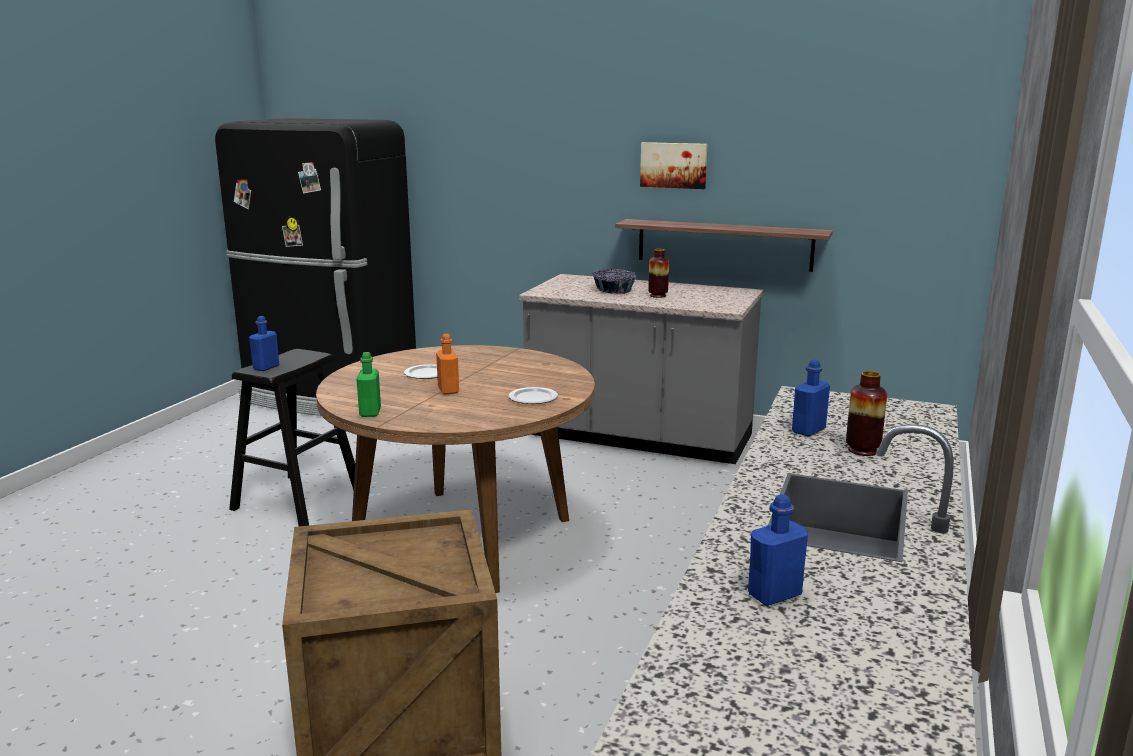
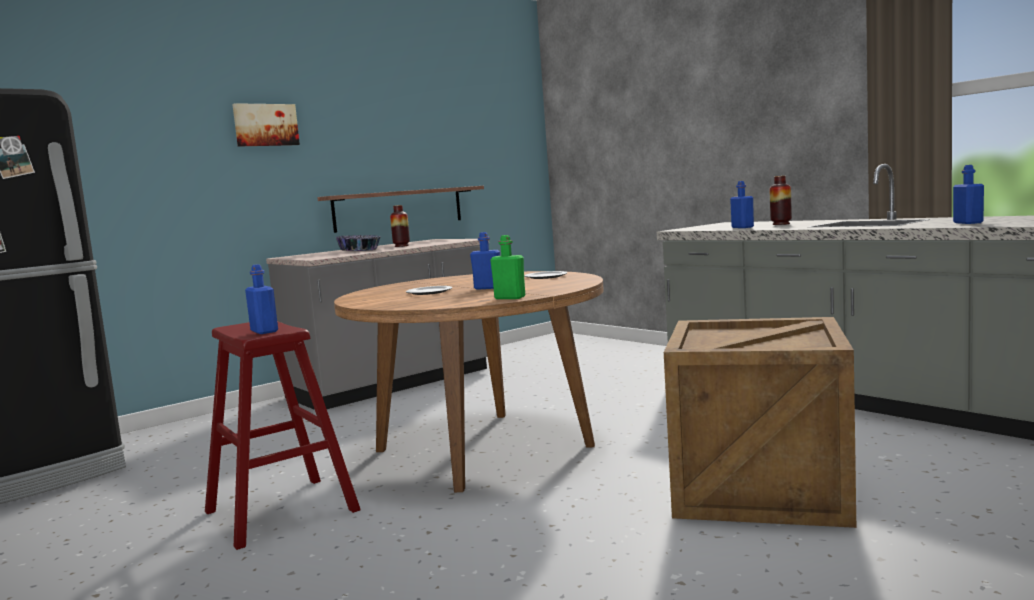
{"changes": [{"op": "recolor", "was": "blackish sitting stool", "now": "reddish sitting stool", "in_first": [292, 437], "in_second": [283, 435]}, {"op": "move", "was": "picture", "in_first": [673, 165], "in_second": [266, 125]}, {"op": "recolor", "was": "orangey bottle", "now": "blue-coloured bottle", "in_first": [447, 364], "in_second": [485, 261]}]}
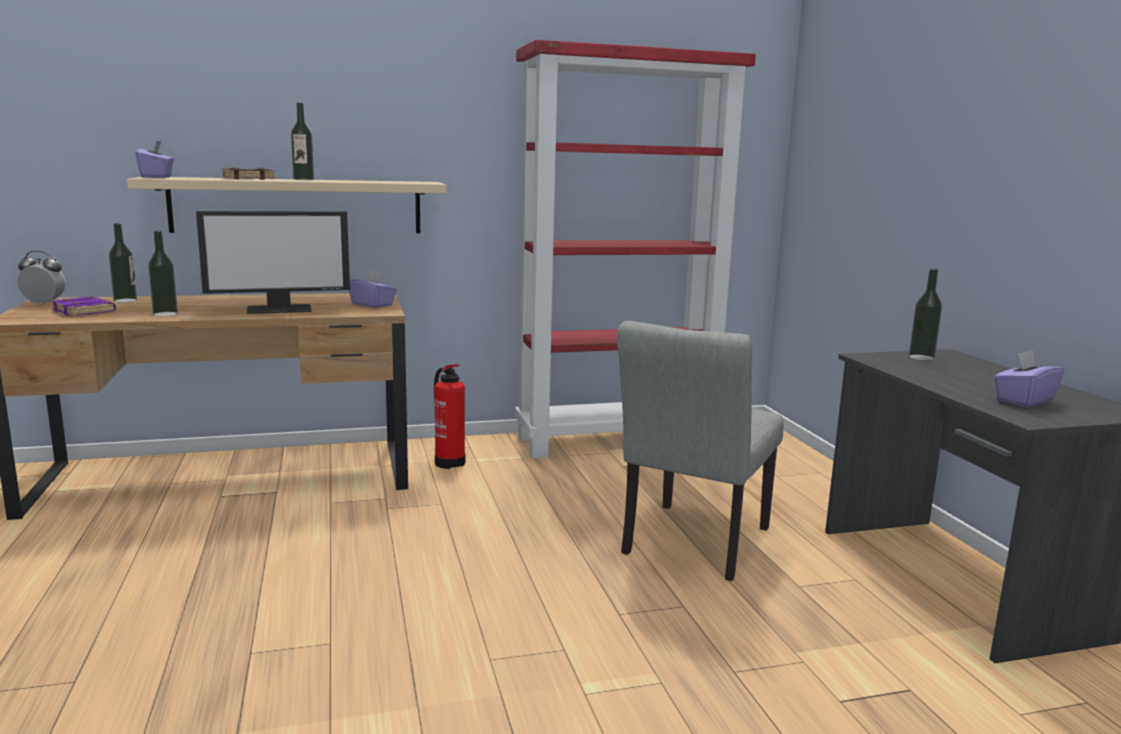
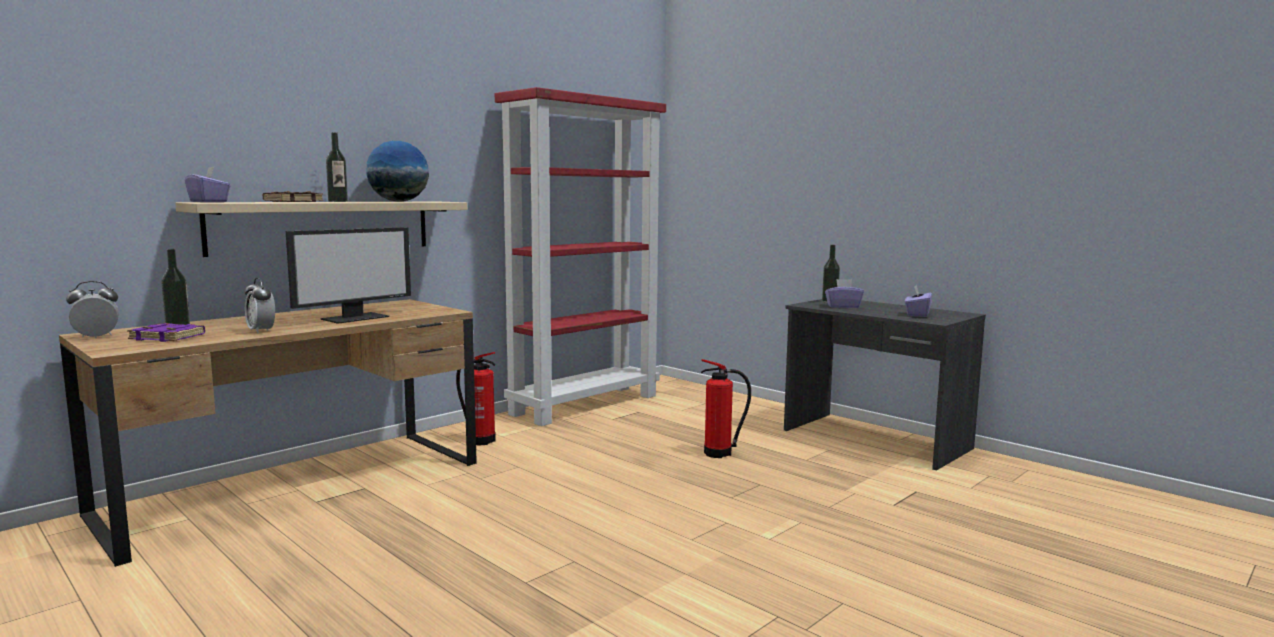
{"changes": [{"op": "replace", "was": "bottle", "now": "bedside clock", "in_first": [163, 273], "in_second": [260, 305]}, {"op": "insert", "now": "desk globe", "in_second": [397, 171]}, {"op": "replace", "was": "grey upright chair", "now": "fire extinguisher", "in_first": [700, 451], "in_second": [726, 408]}, {"op": "move", "was": "purplish box of tissues", "in_first": [373, 288], "in_second": [844, 293]}]}
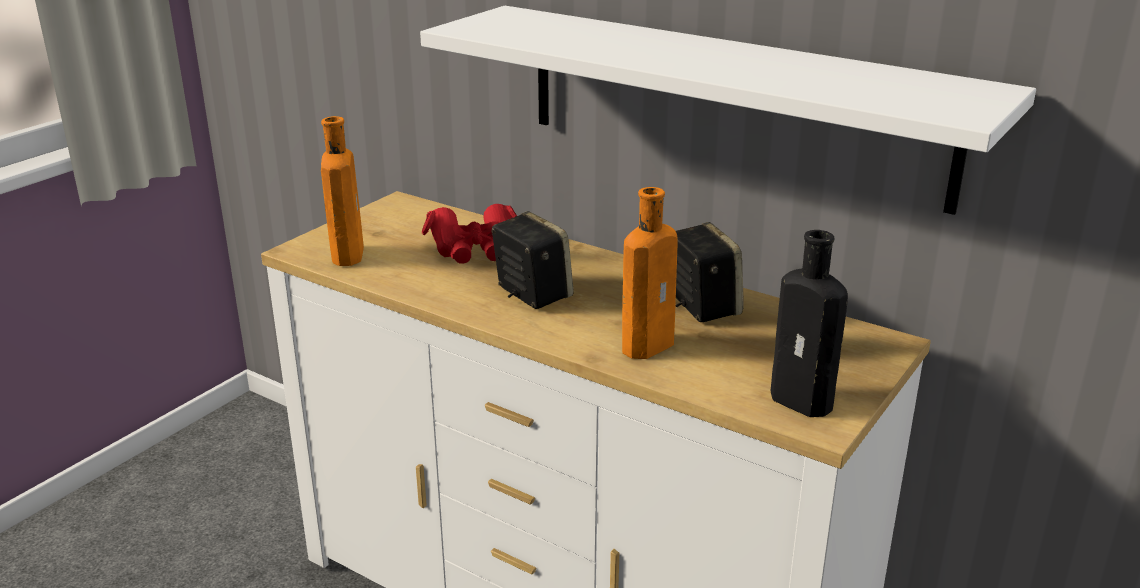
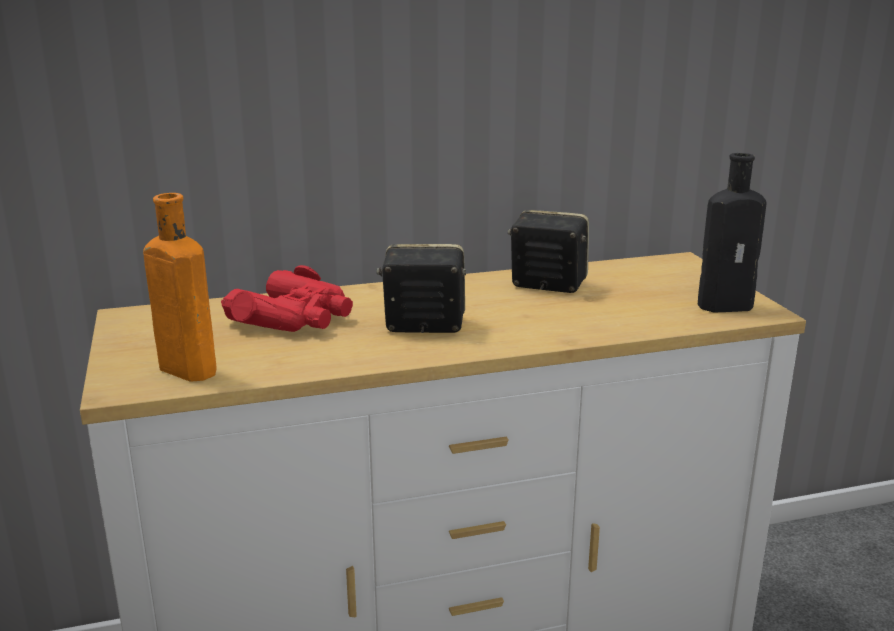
{"changes": [{"op": "delete", "was": "white-coloured shelf", "in_first": [728, 110]}, {"op": "delete", "was": "orangey bottle", "in_first": [650, 273]}]}
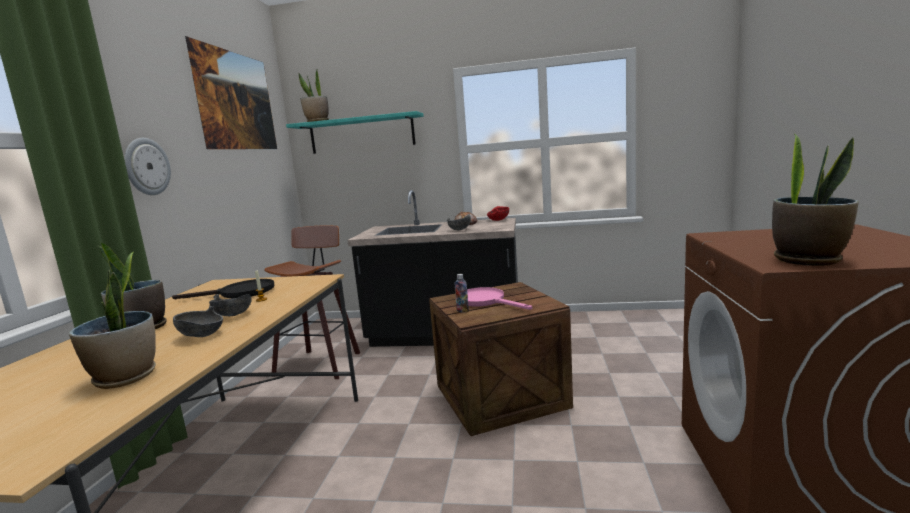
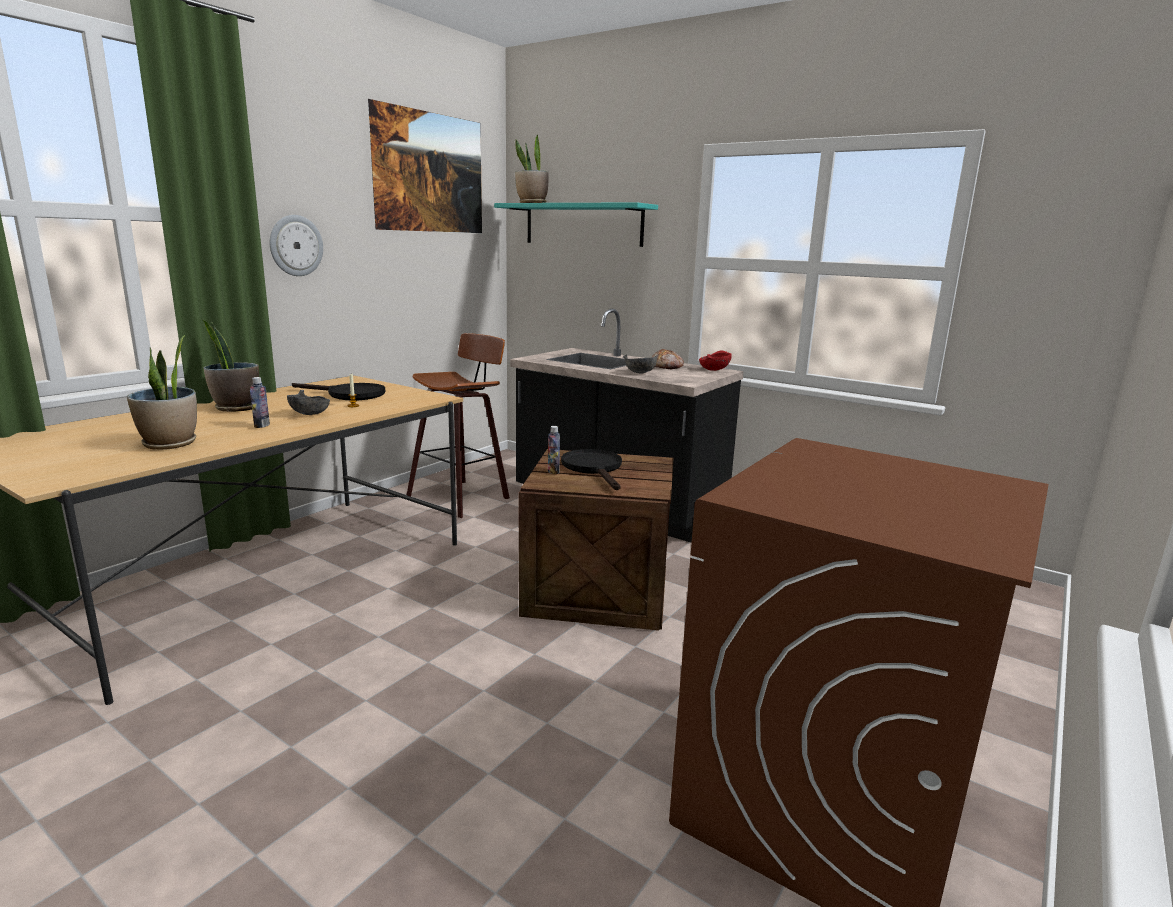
{"changes": [{"op": "replace", "was": "grey serving bowl", "now": "bottle", "in_first": [198, 321], "in_second": [260, 402]}, {"op": "recolor", "was": "pink skillet", "now": "blackish skillet", "in_first": [499, 298], "in_second": [591, 469]}, {"op": "delete", "was": "potted plant", "in_first": [815, 199]}]}
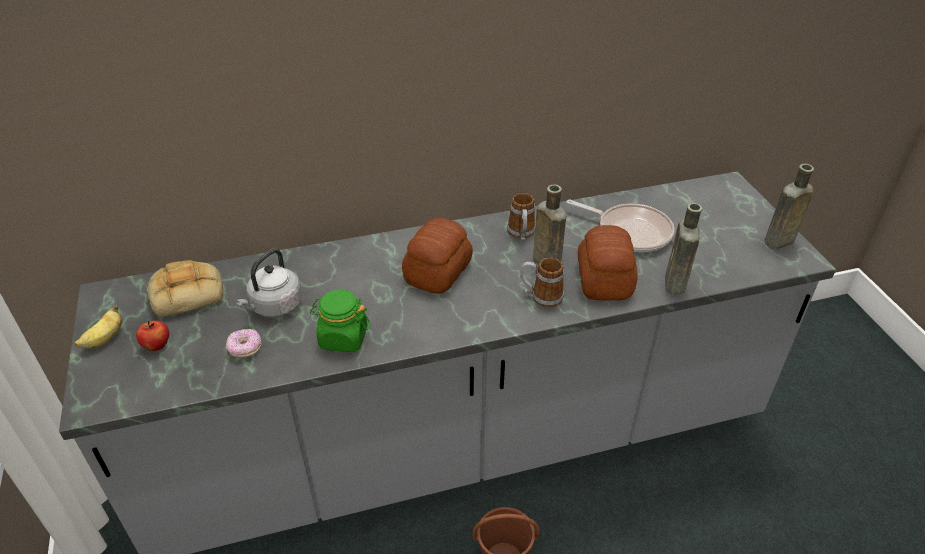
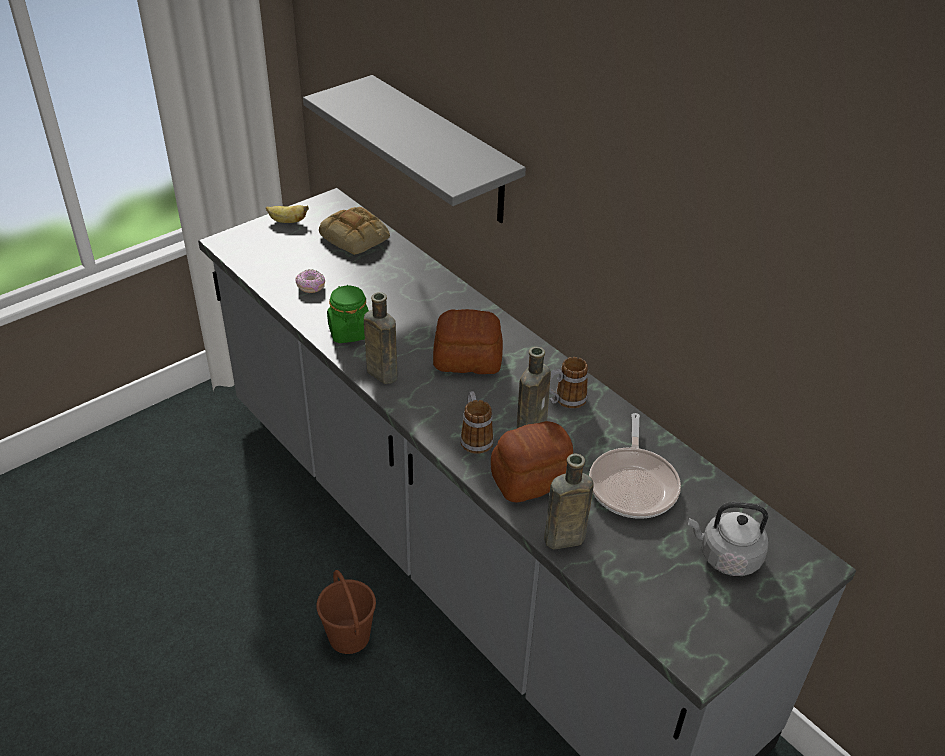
{"changes": [{"op": "insert", "now": "grey shelf", "in_second": [414, 149]}, {"op": "move", "was": "brown bottle", "in_first": [789, 206], "in_second": [381, 338]}, {"op": "move", "was": "grey tea kettle", "in_first": [269, 283], "in_second": [728, 539]}, {"op": "delete", "was": "apple fruit", "in_first": [152, 336]}]}
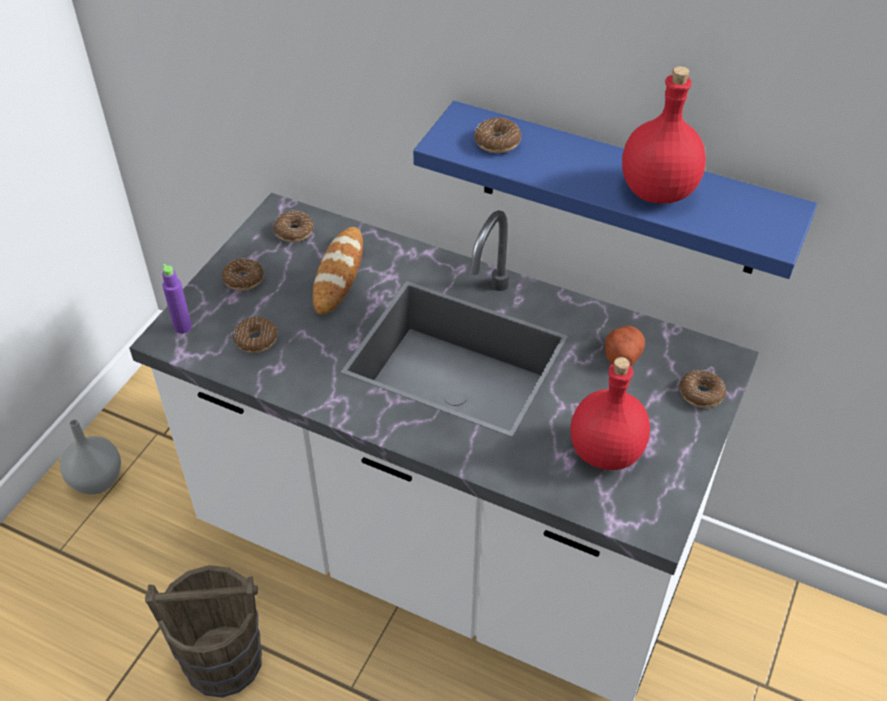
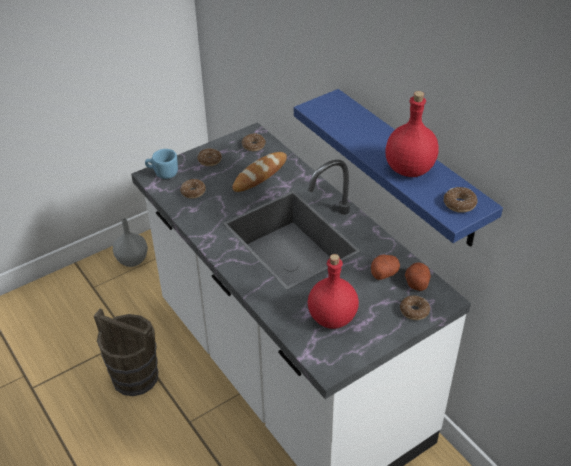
{"changes": [{"op": "replace", "was": "purplish bottle", "now": "blue-coloured tea mug", "in_first": [177, 299], "in_second": [161, 164]}, {"op": "insert", "now": "whole potato", "in_second": [418, 276]}, {"op": "move", "was": "doughnut", "in_first": [497, 135], "in_second": [461, 200]}]}
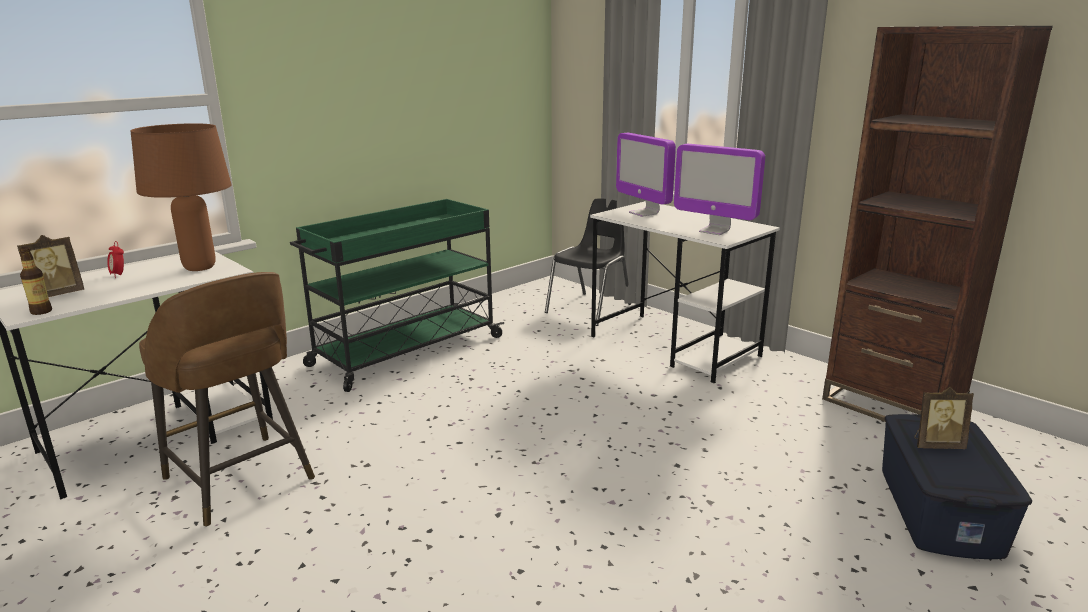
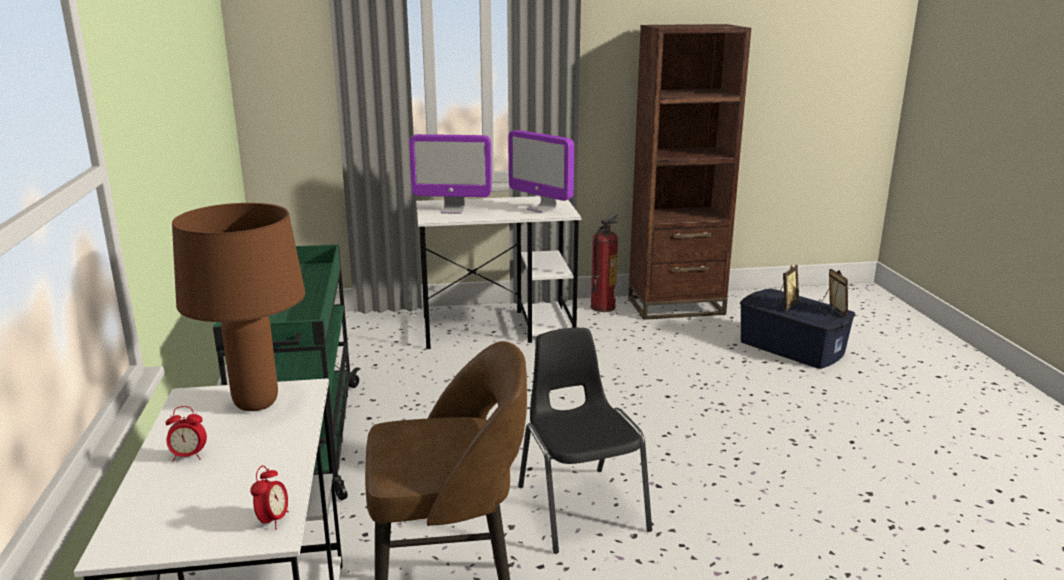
{"changes": [{"op": "replace", "was": "bottle", "now": "bedside clock", "in_first": [35, 281], "in_second": [269, 498]}, {"op": "rotate", "was": "monitor", "in_first": [719, 189], "in_second": [541, 171], "clockwise": 60}, {"op": "move", "was": "blackish upright chair", "in_first": [588, 262], "in_second": [585, 441]}, {"op": "insert", "now": "fire extinguisher", "in_second": [604, 263]}, {"op": "move", "was": "picture frame", "in_first": [50, 266], "in_second": [833, 292]}]}
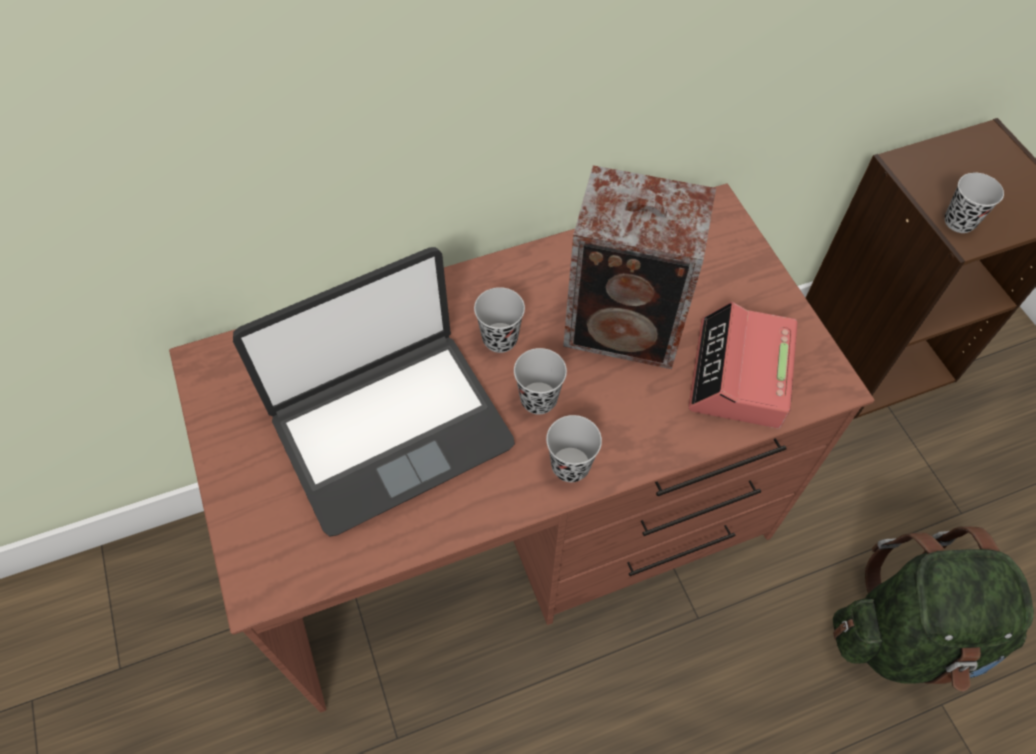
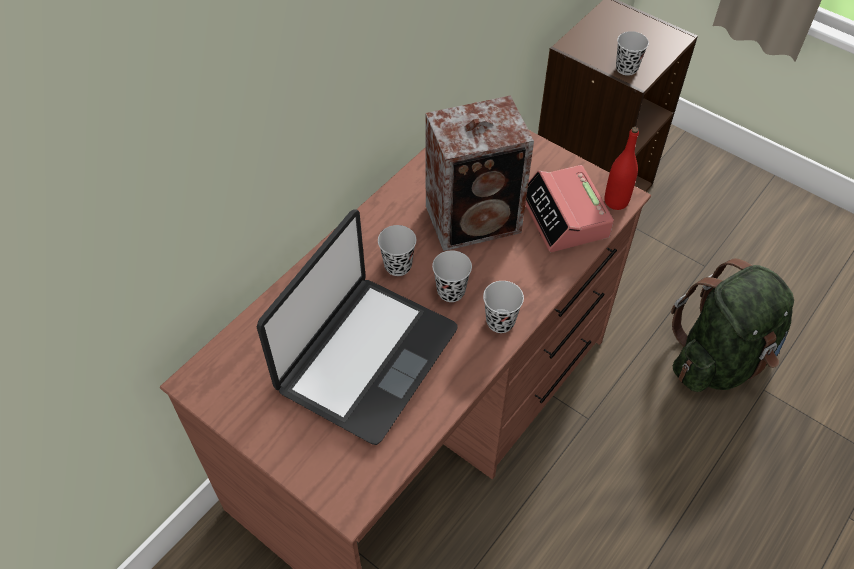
{"changes": [{"op": "insert", "now": "reddish bottle", "in_second": [622, 168]}]}
